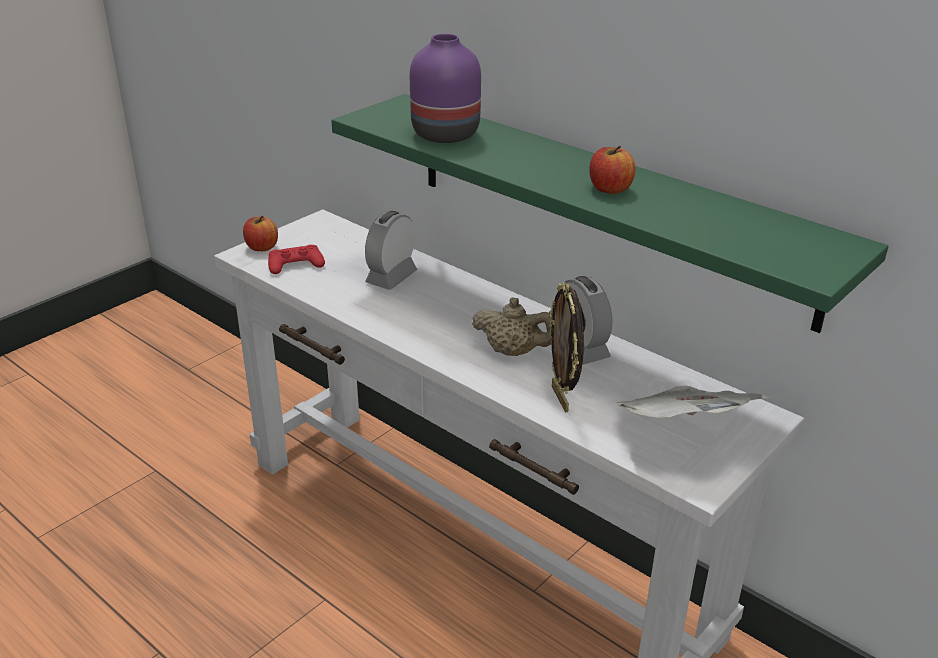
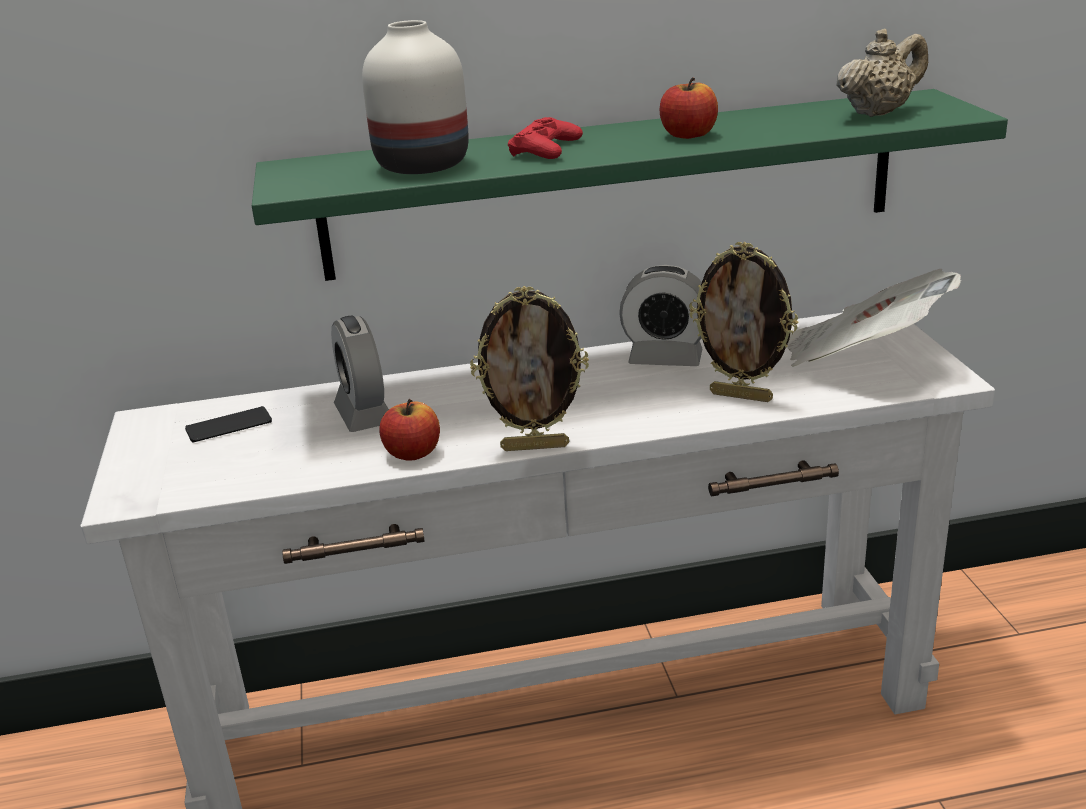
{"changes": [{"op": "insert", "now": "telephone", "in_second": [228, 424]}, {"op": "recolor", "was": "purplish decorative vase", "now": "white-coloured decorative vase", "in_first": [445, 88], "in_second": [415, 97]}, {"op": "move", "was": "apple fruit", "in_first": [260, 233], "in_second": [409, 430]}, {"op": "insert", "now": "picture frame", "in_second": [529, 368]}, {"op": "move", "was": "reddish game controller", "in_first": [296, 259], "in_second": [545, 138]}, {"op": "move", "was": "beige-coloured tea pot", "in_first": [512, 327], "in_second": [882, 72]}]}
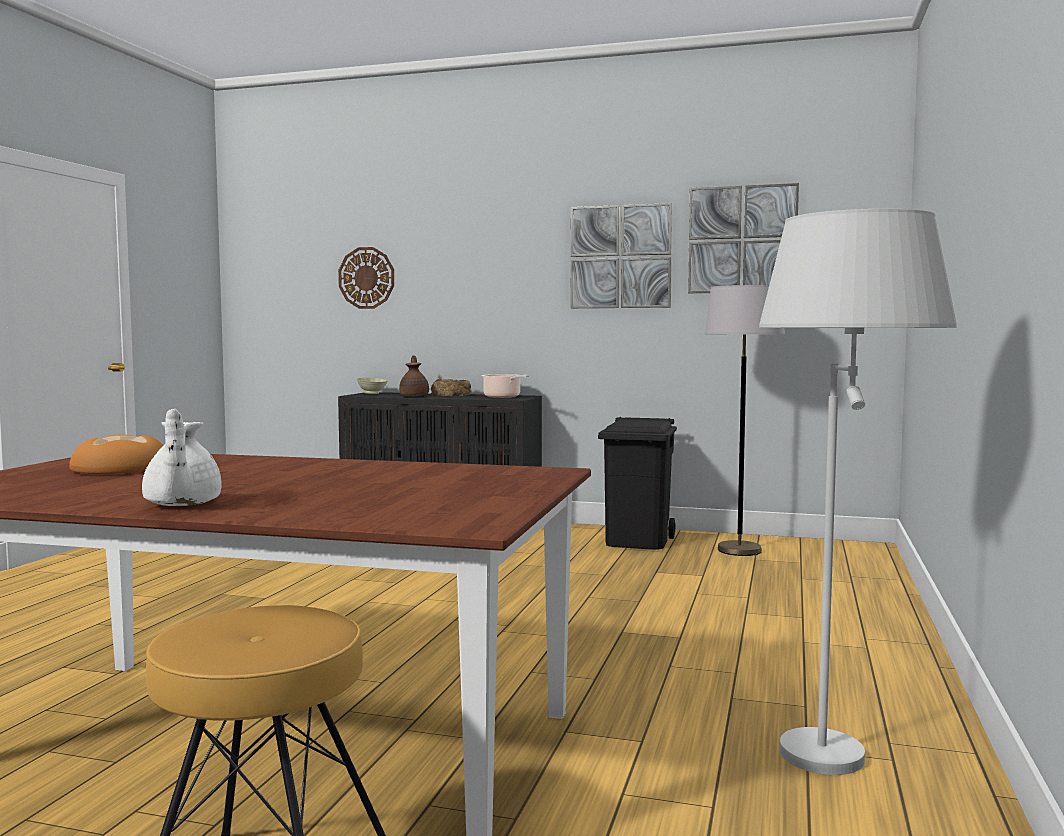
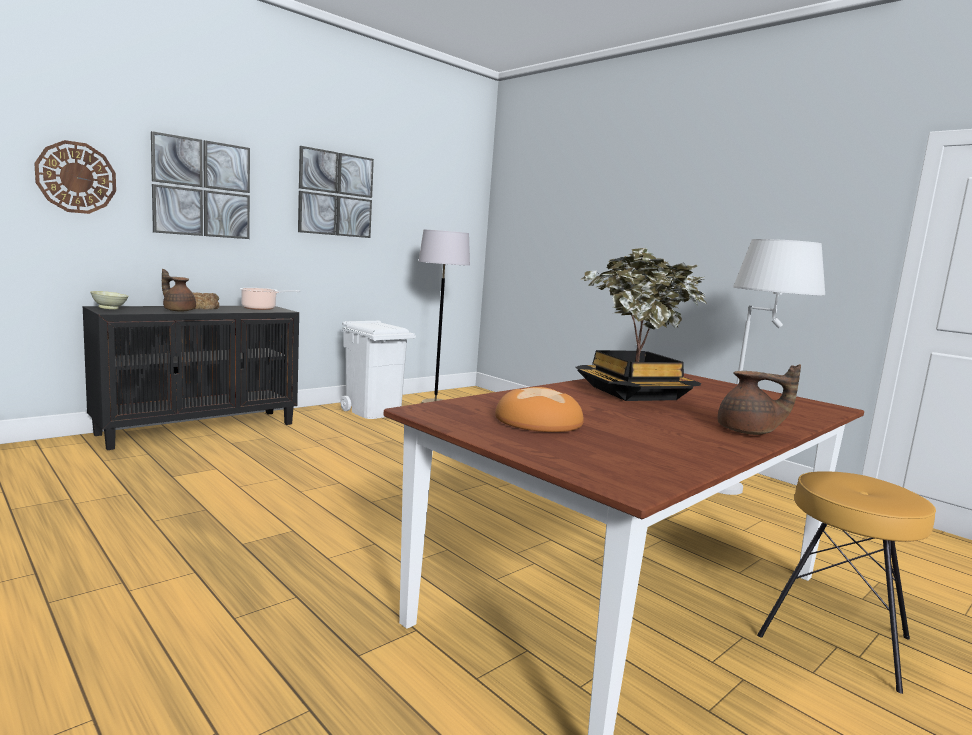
{"changes": [{"op": "move", "was": "picture", "in_first": [743, 238], "in_second": [200, 185]}, {"op": "recolor", "was": "blackish trash can", "now": "white-coloured trash can", "in_first": [637, 483], "in_second": [378, 369]}, {"op": "insert", "now": "potted plant", "in_second": [641, 324]}, {"op": "recolor", "was": "white-coloured tea pot", "now": "brown tea pot", "in_first": [182, 457], "in_second": [759, 399]}]}
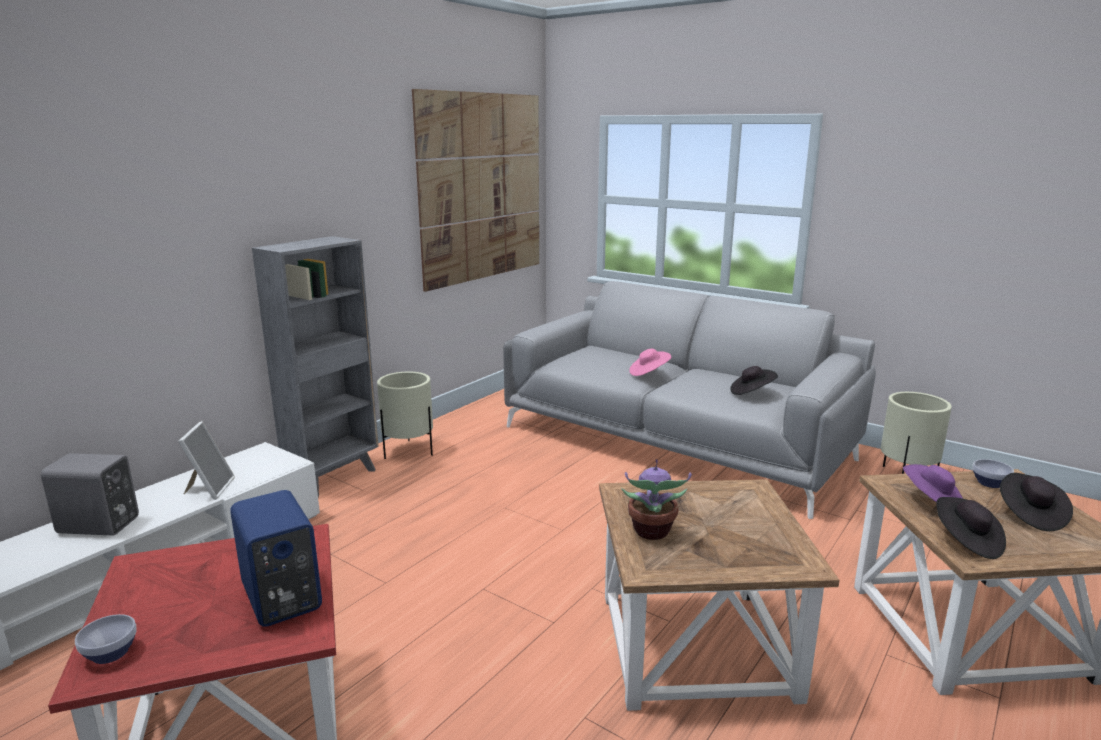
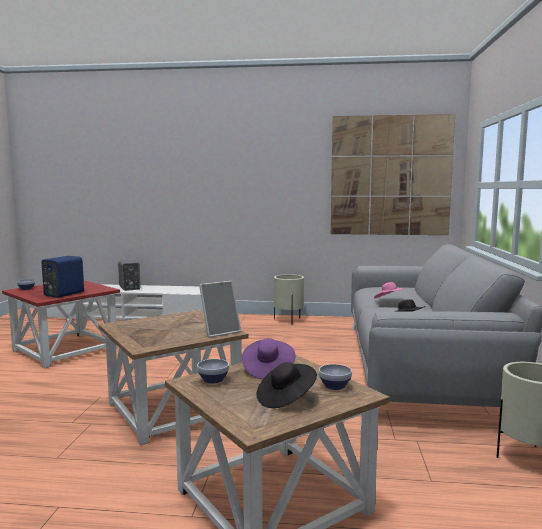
{"changes": [{"op": "replace", "was": "blackish clothing hat", "now": "serving bowl", "in_first": [971, 528], "in_second": [213, 371]}, {"op": "move", "was": "picture frame", "in_first": [206, 460], "in_second": [220, 309]}, {"op": "delete", "was": "grey bookcase", "in_first": [315, 367]}, {"op": "delete", "was": "potted plant", "in_first": [656, 499]}]}
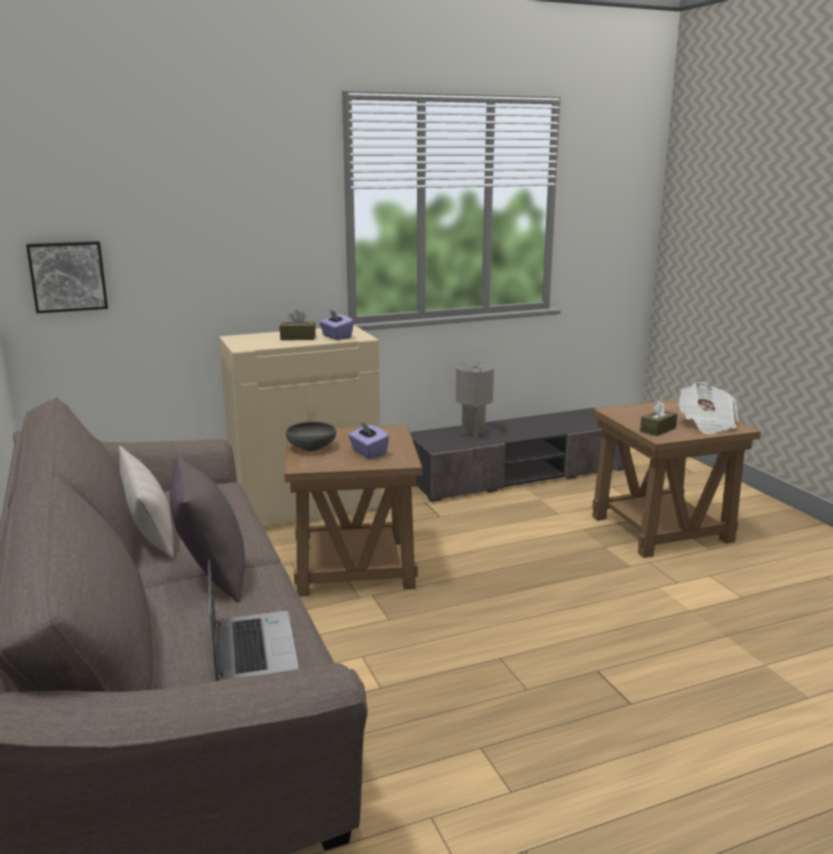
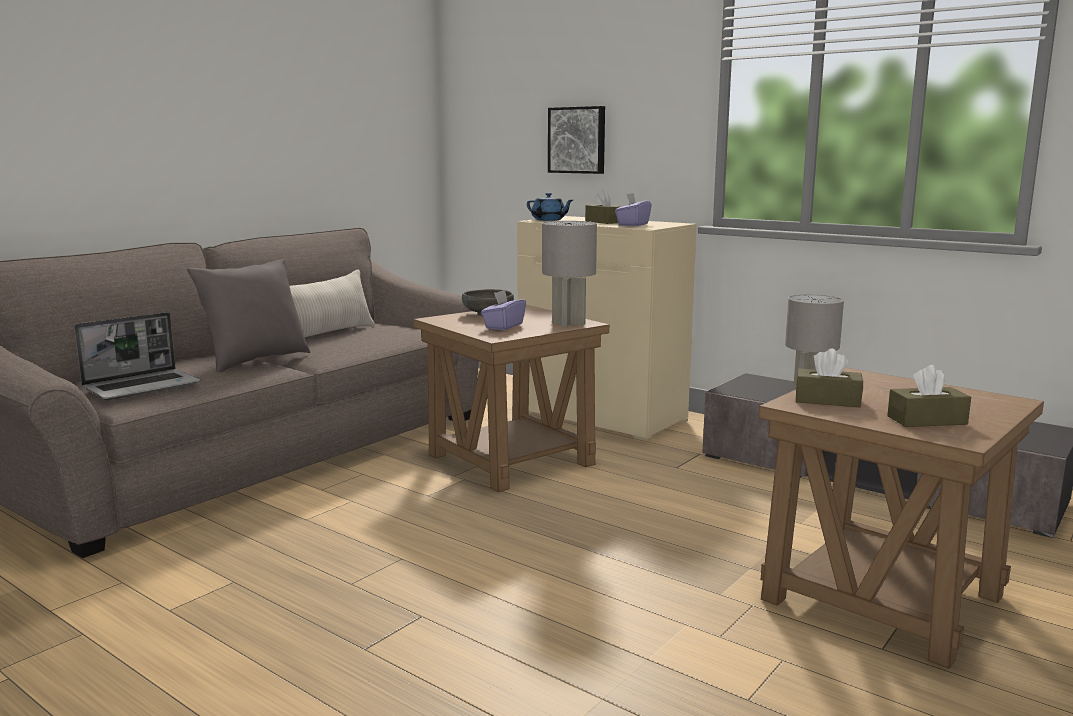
{"changes": [{"op": "insert", "now": "blue-coloured tea pot", "in_second": [550, 207]}, {"op": "insert", "now": "grey tabletop lamp", "in_second": [569, 274]}, {"op": "move", "was": "picture", "in_first": [67, 277], "in_second": [576, 140]}, {"op": "replace", "was": "daily paper", "now": "brown box of tissues", "in_first": [708, 408], "in_second": [929, 396]}]}
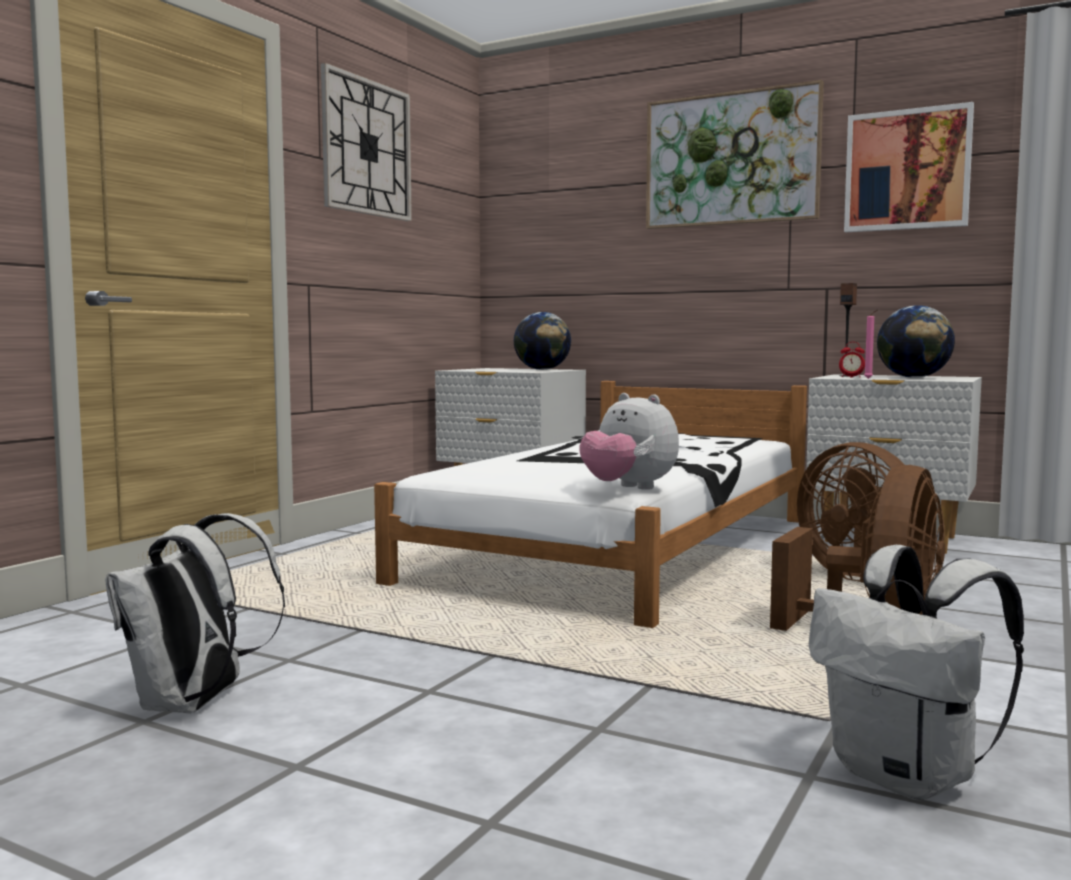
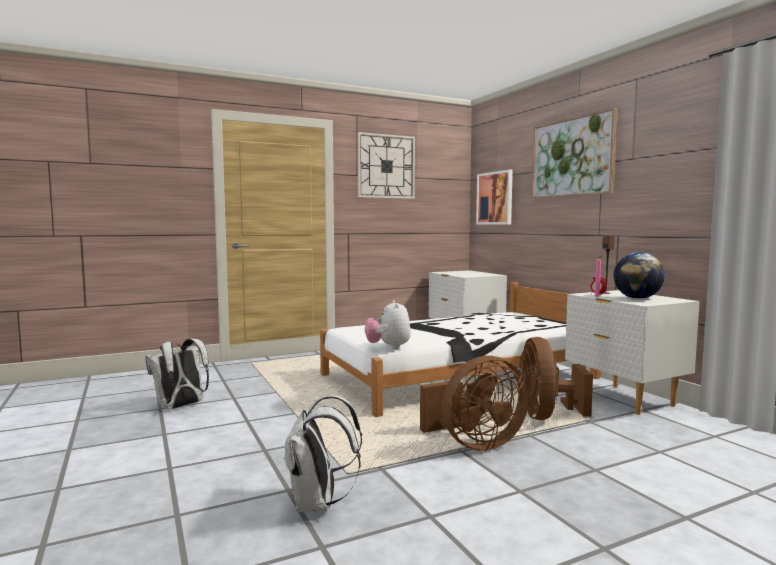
{"changes": [{"op": "move", "was": "picture", "in_first": [909, 167], "in_second": [494, 197]}, {"op": "delete", "was": "desk globe", "in_first": [542, 341]}]}
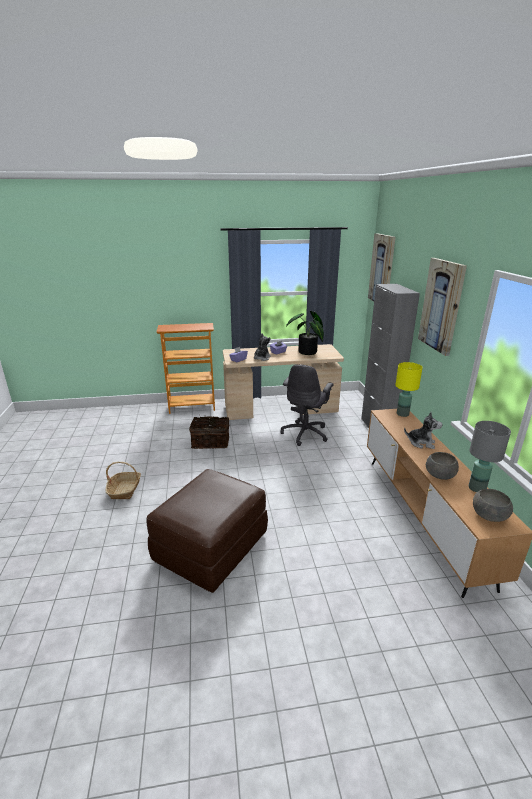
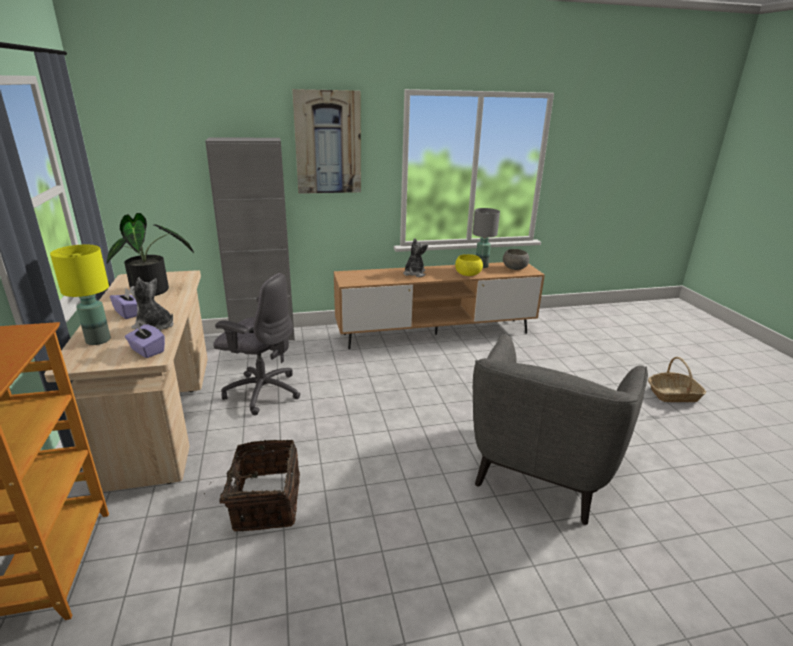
{"changes": [{"op": "move", "was": "yellow tabletop lamp", "in_first": [409, 389], "in_second": [80, 295]}, {"op": "recolor", "was": "grey serving bowl", "now": "yellow serving bowl", "in_first": [442, 466], "in_second": [469, 265]}, {"op": "replace", "was": "brown footrest", "now": "grey easy chair", "in_first": [207, 531], "in_second": [560, 429]}, {"op": "move", "was": "storage basket", "in_first": [123, 480], "in_second": [677, 379]}, {"op": "delete", "was": "picture", "in_first": [382, 267]}]}
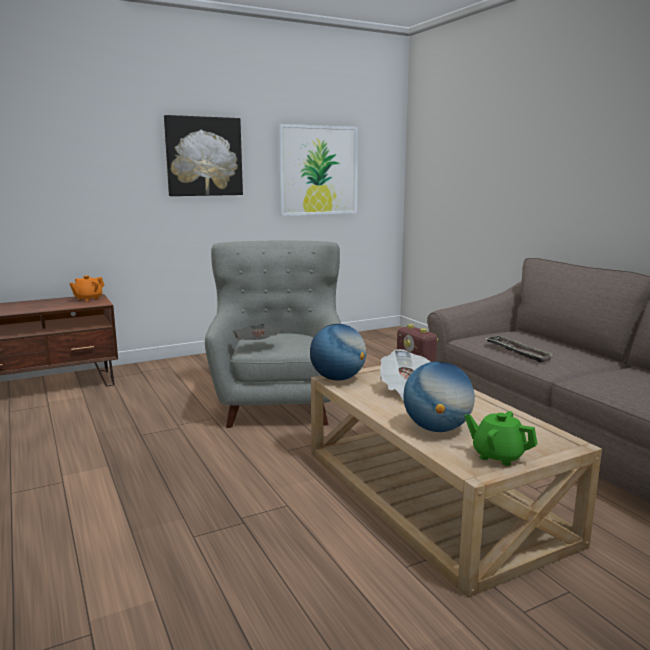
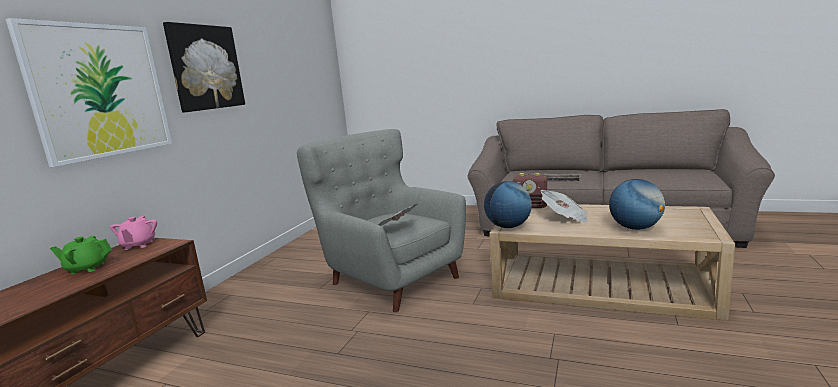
{"changes": [{"op": "move", "was": "picture", "in_first": [318, 170], "in_second": [89, 92]}, {"op": "move", "was": "green tea pot", "in_first": [501, 438], "in_second": [81, 255]}, {"op": "recolor", "was": "orangey tea pot", "now": "pink tea pot", "in_first": [86, 288], "in_second": [133, 233]}]}
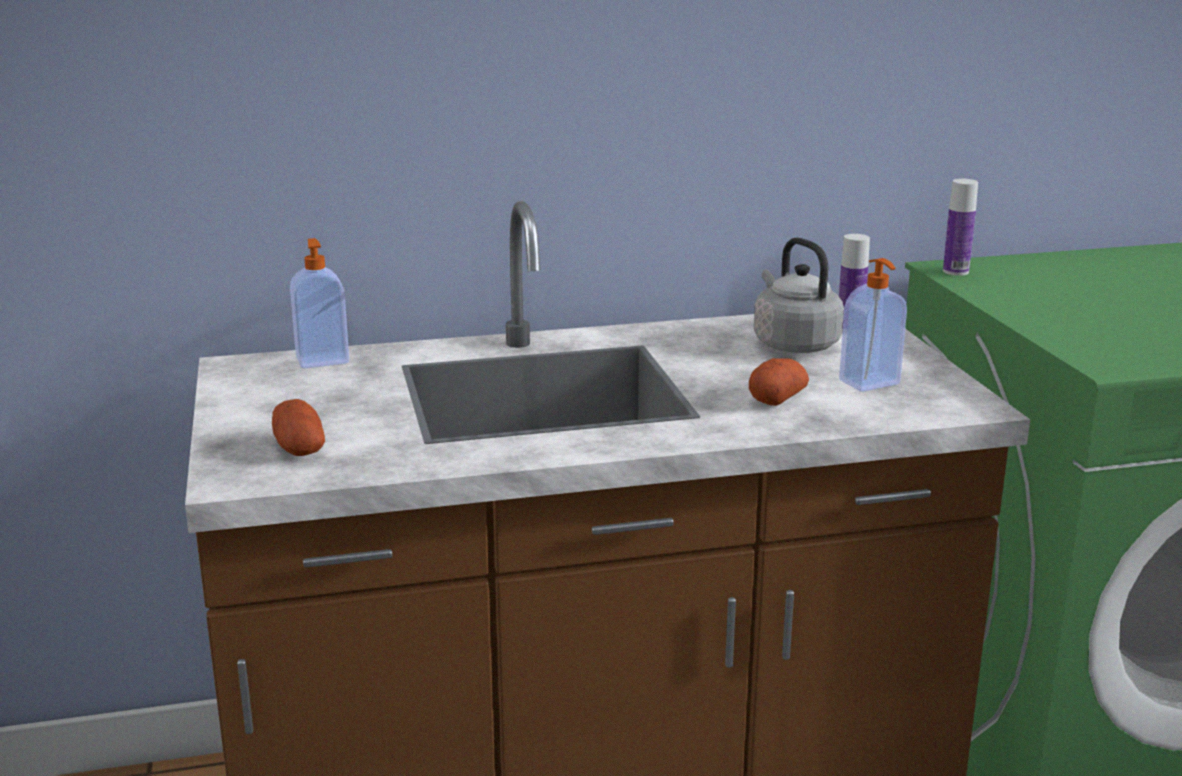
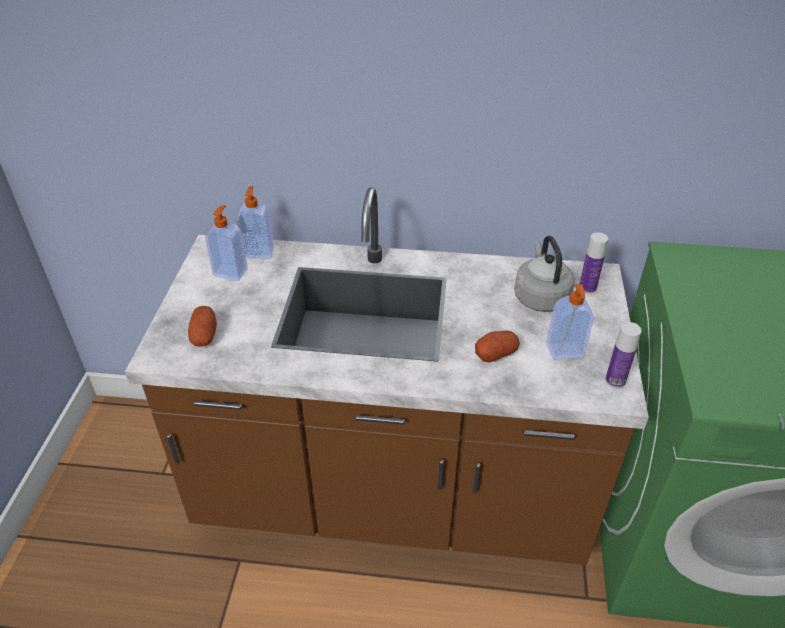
{"changes": [{"op": "insert", "now": "liquid soap bottle", "in_second": [226, 243]}, {"op": "move", "was": "bottle", "in_first": [960, 227], "in_second": [623, 355]}]}
